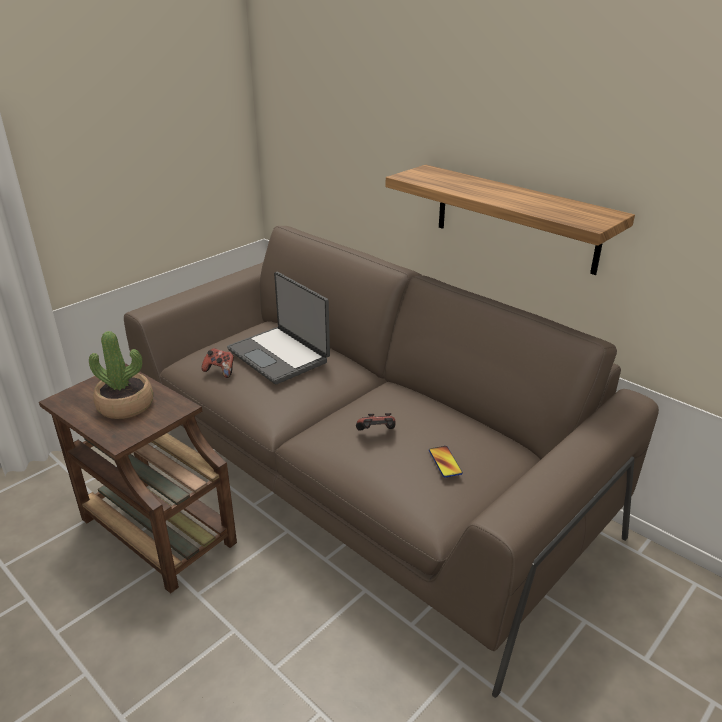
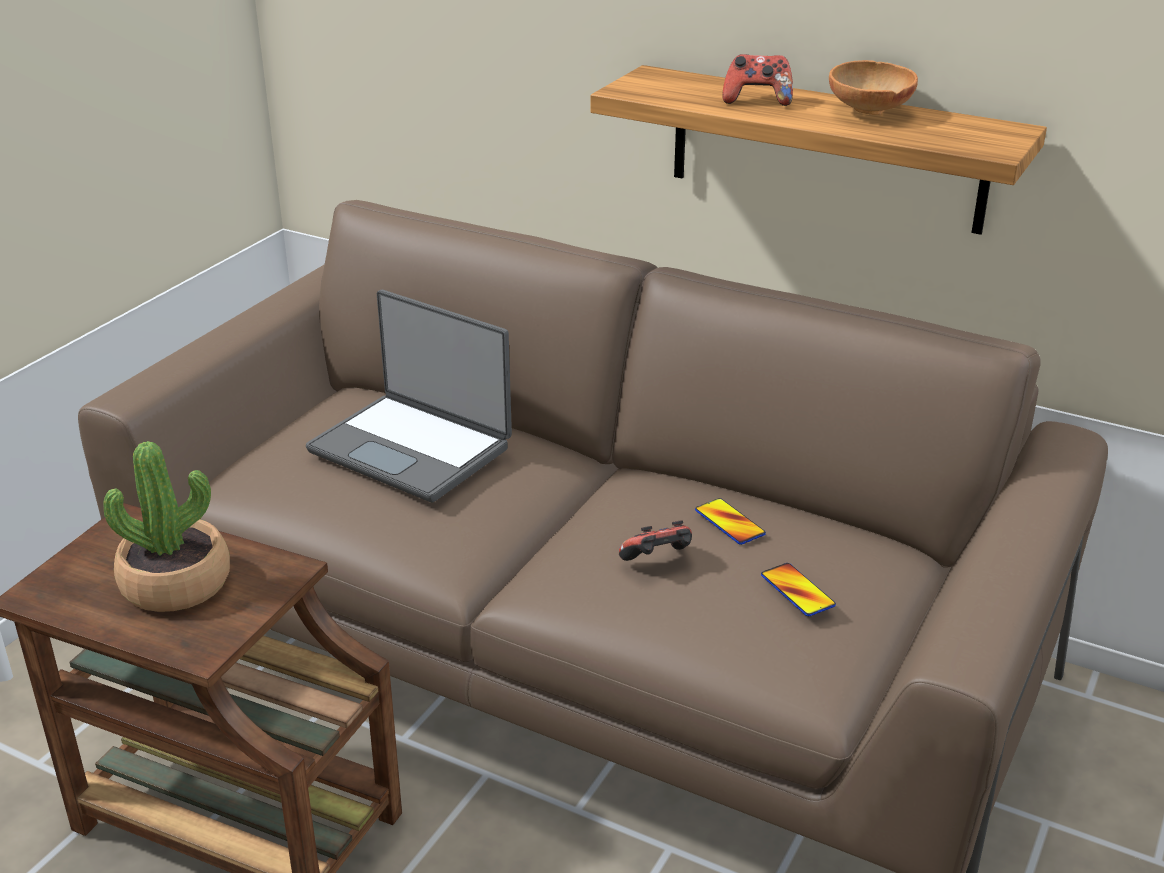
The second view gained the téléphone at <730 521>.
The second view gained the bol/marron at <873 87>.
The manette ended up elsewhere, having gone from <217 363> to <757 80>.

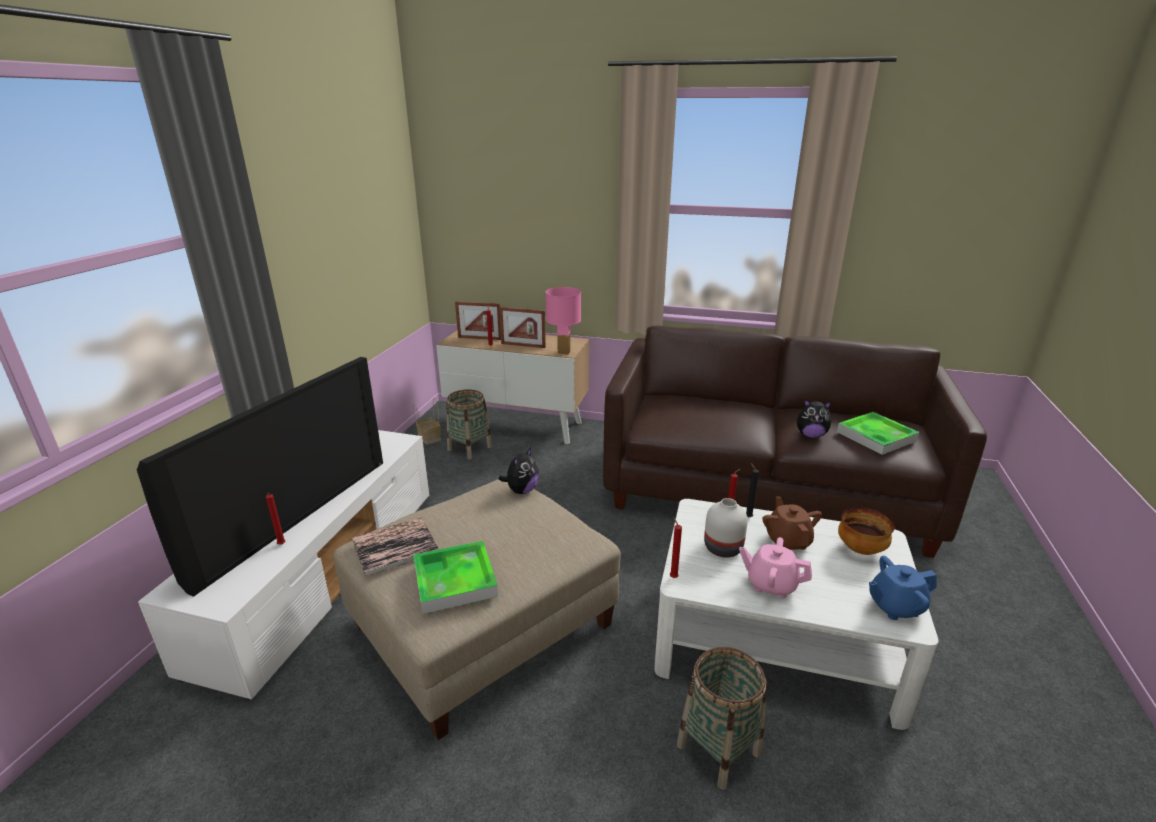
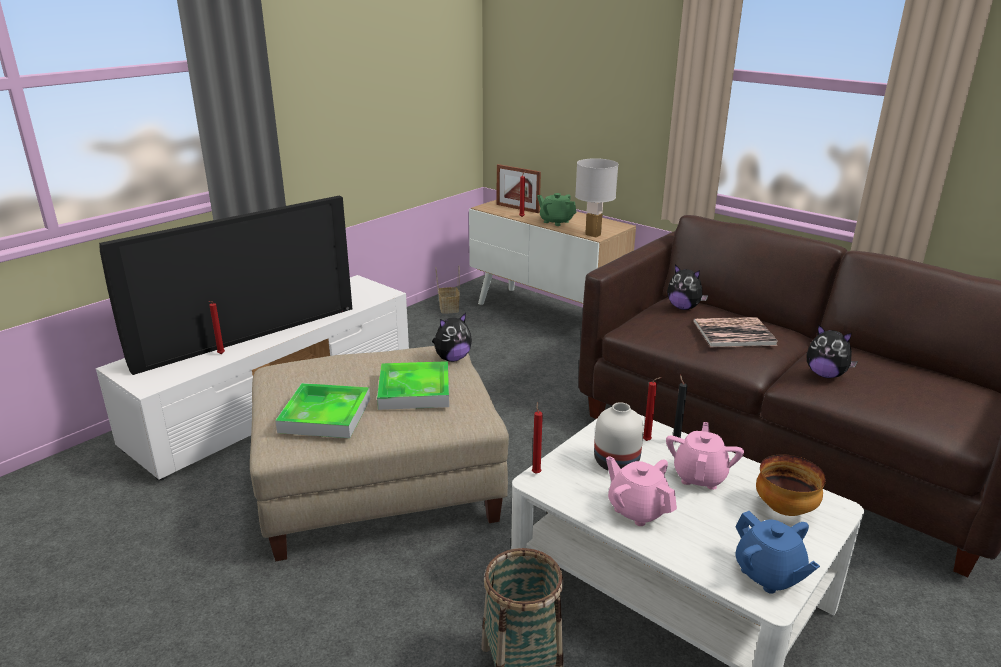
The second view lost the panier at <469 424>.
The second view gained the peluche at <687 287>.
The livre ended up elsewhere, having gone from <395 547> to <735 332>.
The plateau ended up elsewhere, having gone from <878 433> to <413 385>.
Where the cadre photo stood at <522 327>, the théière/vert came to stand at <557 209>.
What was the lampe de table/rose at <563 321> turned into the lampe de table/blanc at <596 197>.
What was the théière/marron at <792 523> turned into the théière/rose at <705 456>.
The théière/bleu at <903 588> ended up facing another way, 135 degrees counterclockwise from before.

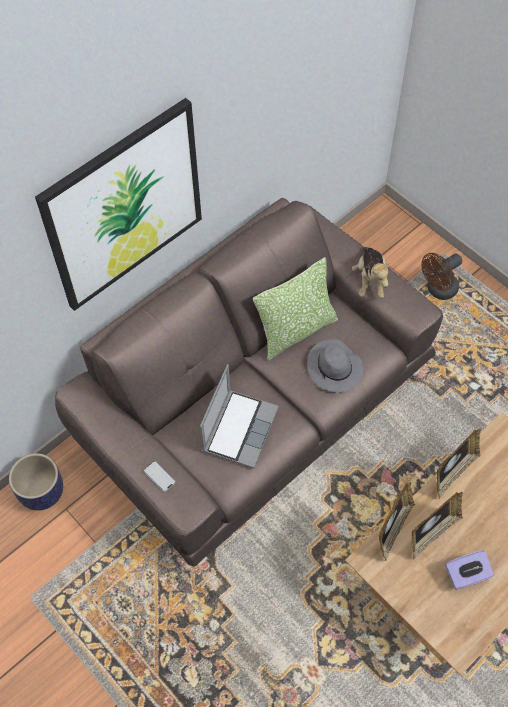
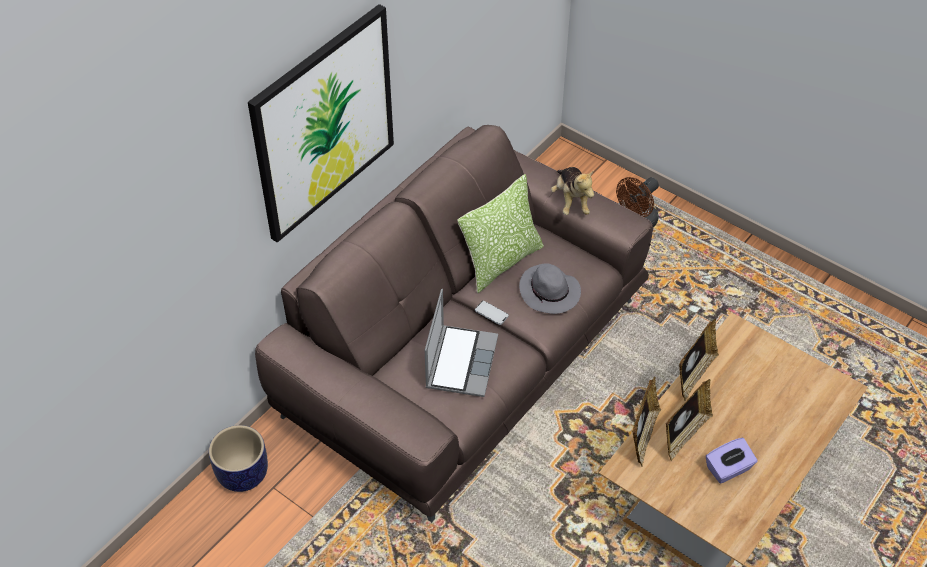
The téléphone ended up elsewhere, having gone from <159 476> to <492 313>.

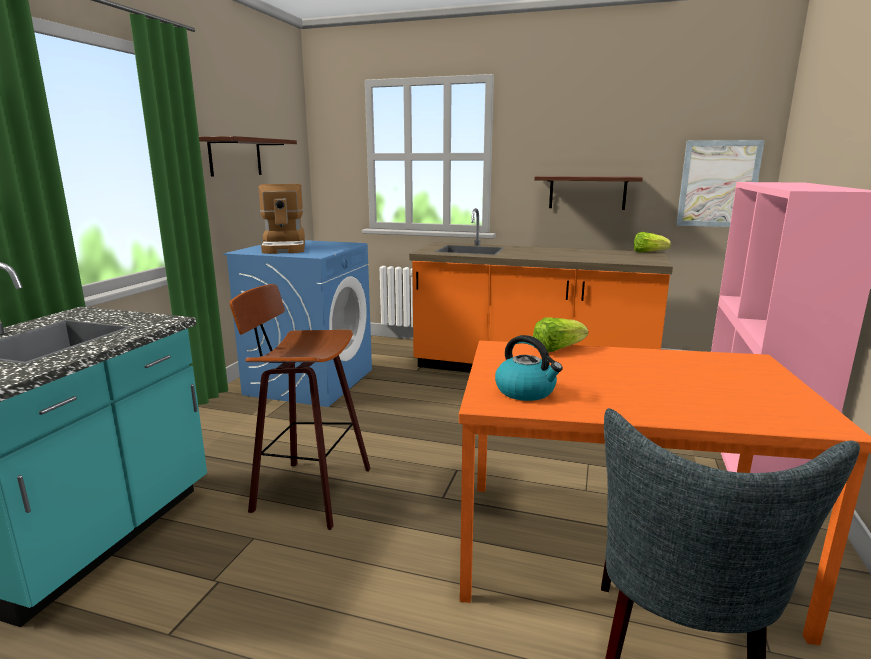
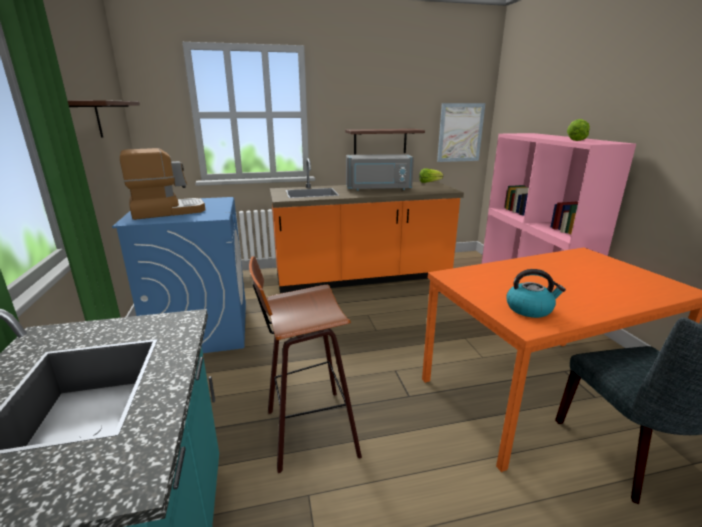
The second view gained the micro-ondes/gris at <380 172>.
The laitue ended up elsewhere, having gone from <560 334> to <578 130>.
The machine à café at <282 219> ended up facing another way, 75 degrees counterclockwise from before.

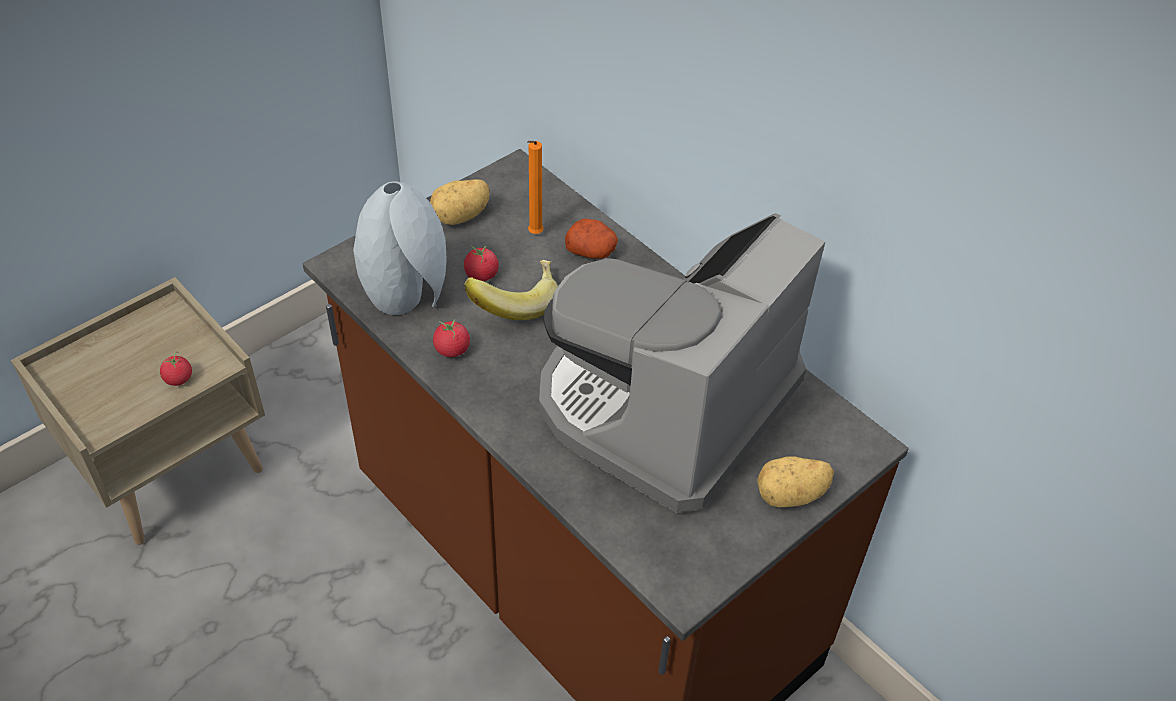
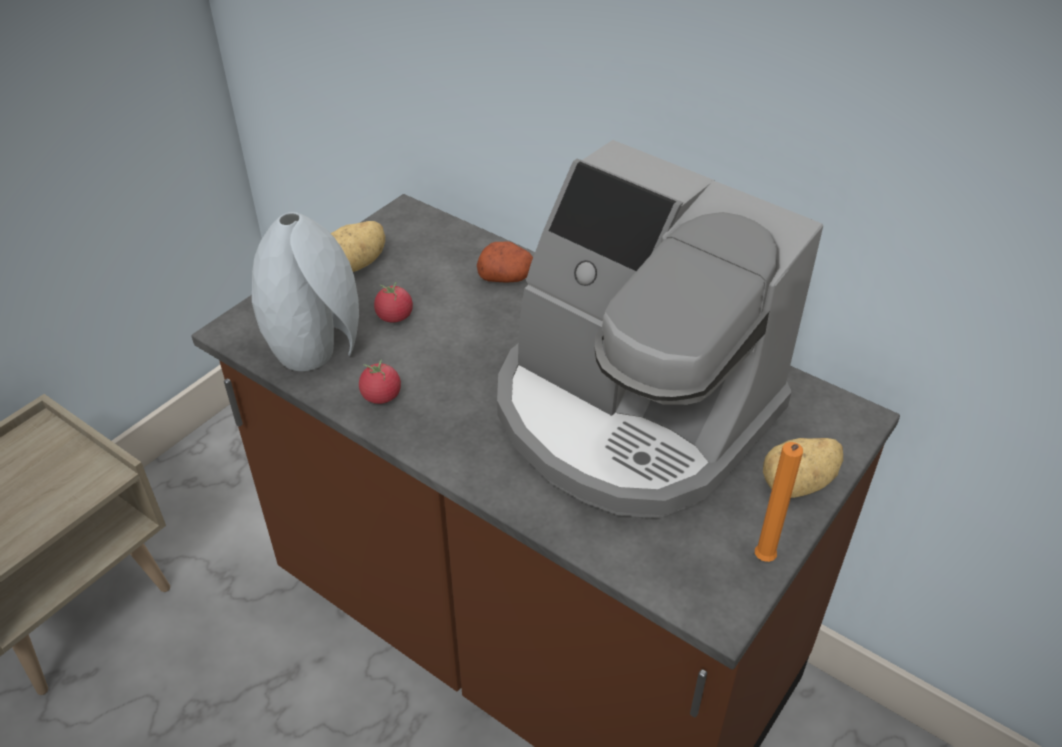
The second view lost the tomate at <176 369>.
The second view lost the banane at <511 290>.
The bougie/orange ended up elsewhere, having gone from <535 187> to <779 502>.
The machine à café at <682 363> ended up facing another way, 75 degrees counterclockwise from before.

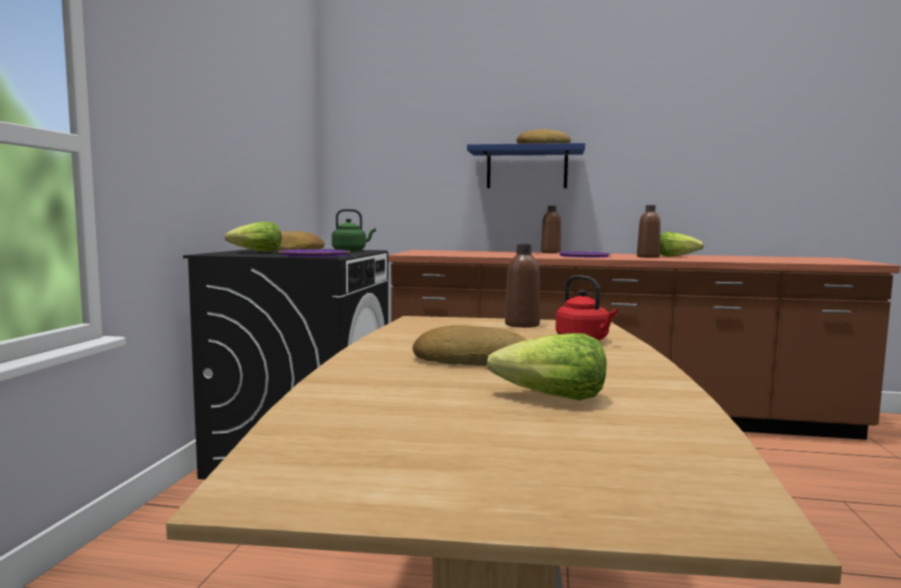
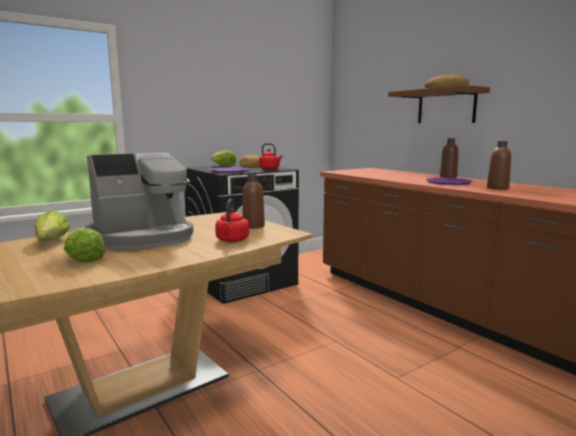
The laitue ended up elsewhere, having gone from <682 244> to <53 226>.
Where the pain stood at <469 345>, the machine à café came to stand at <139 201>.
What was the bouilloire/vert at <354 230> turned into the bouilloire/rouge at <271 156>.
What was the étagère/bleu at <526 165> turned into the étagère/marron at <439 104>.

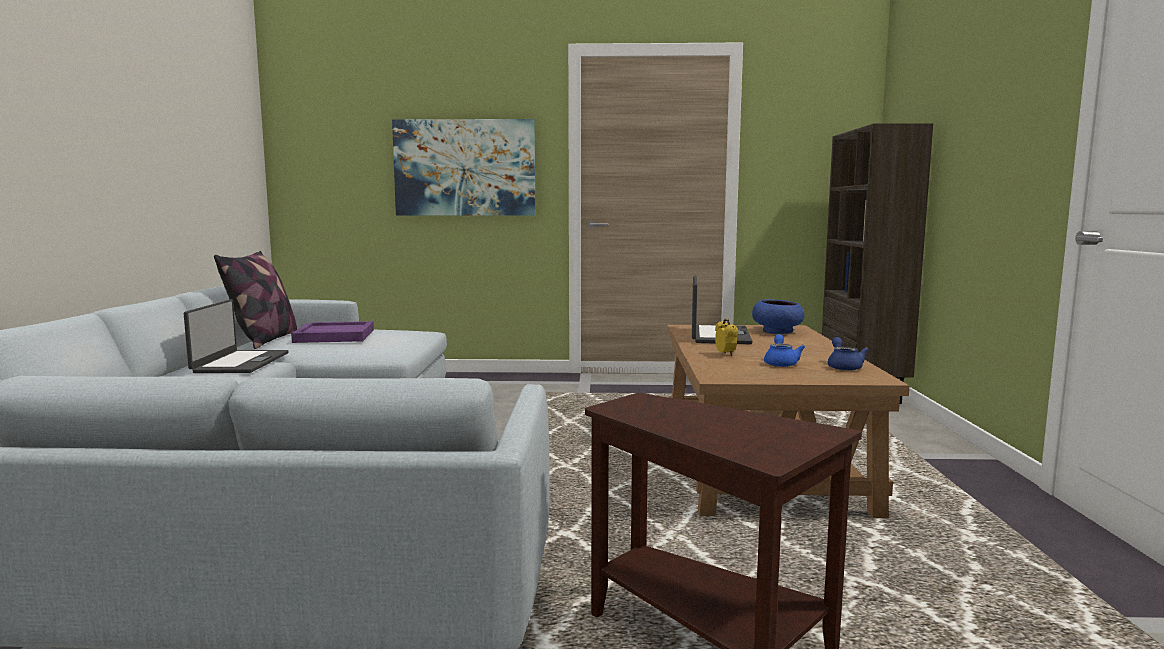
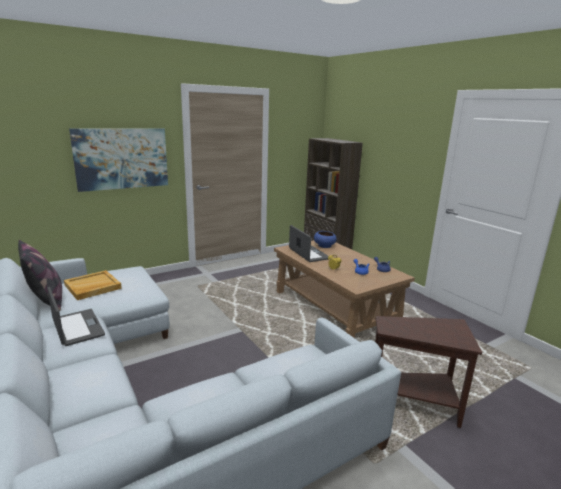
What was the plateau/violet at <332 332> turned into the plateau/beige at <93 285>.

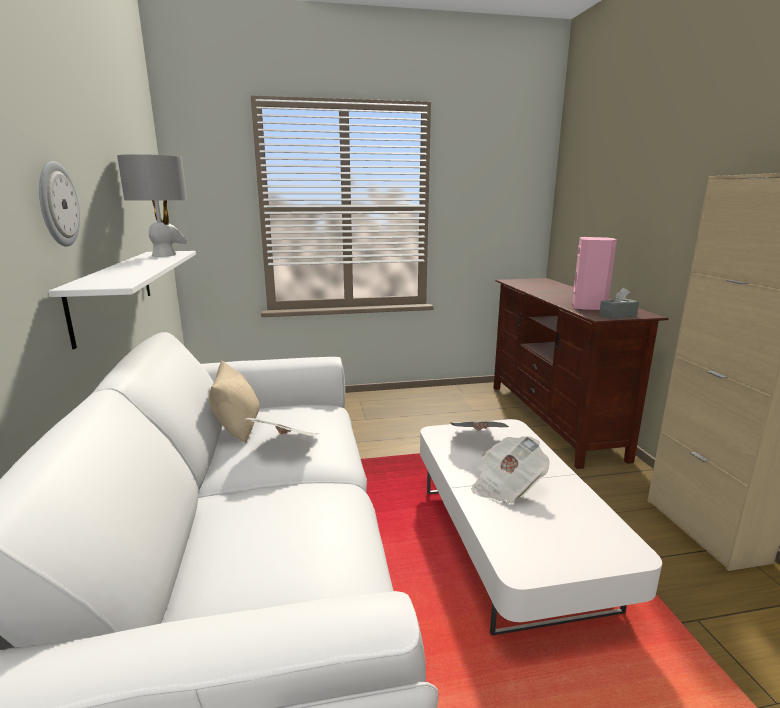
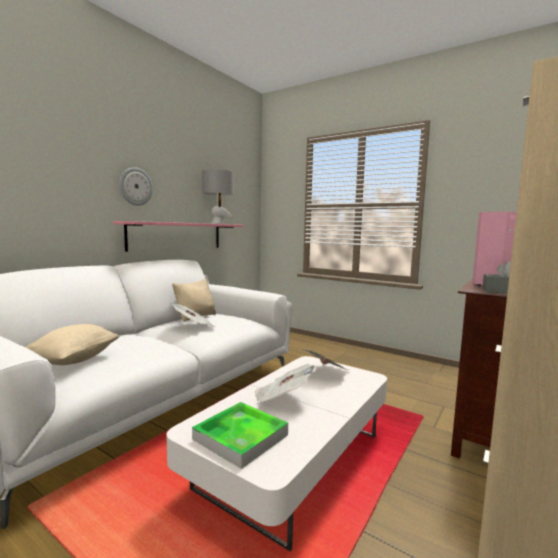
The second view gained the coussin/beige at <72 344>.
The second view gained the plateau at <240 435>.
What was the étagère/blanc at <122 300> turned into the étagère/rose at <178 236>.

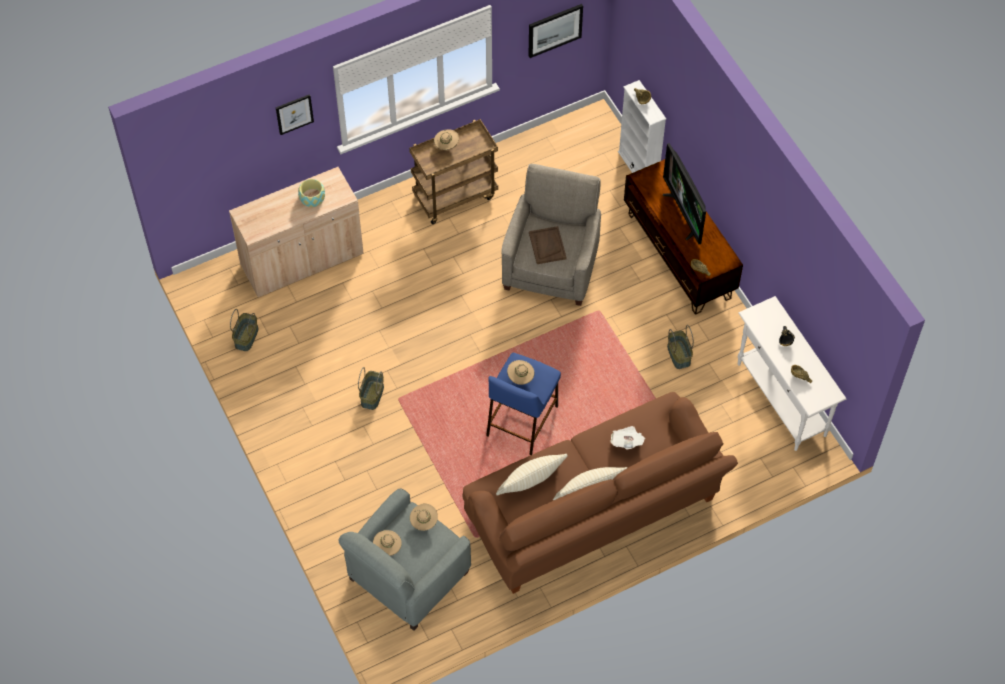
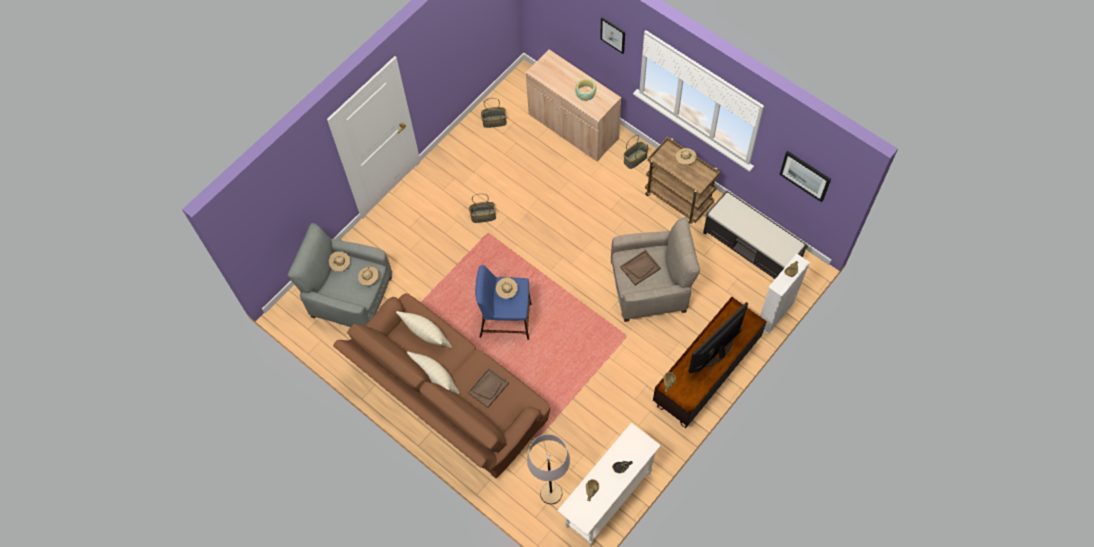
The second view gained the lampadaire/gris at <548 469>.
The second view gained the banc/noir at <755 235>.
The panier ended up elsewhere, having gone from <680 347> to <636 152>.
Where the journal stood at <627 437>, the plateau/marron came to stand at <488 387>.

